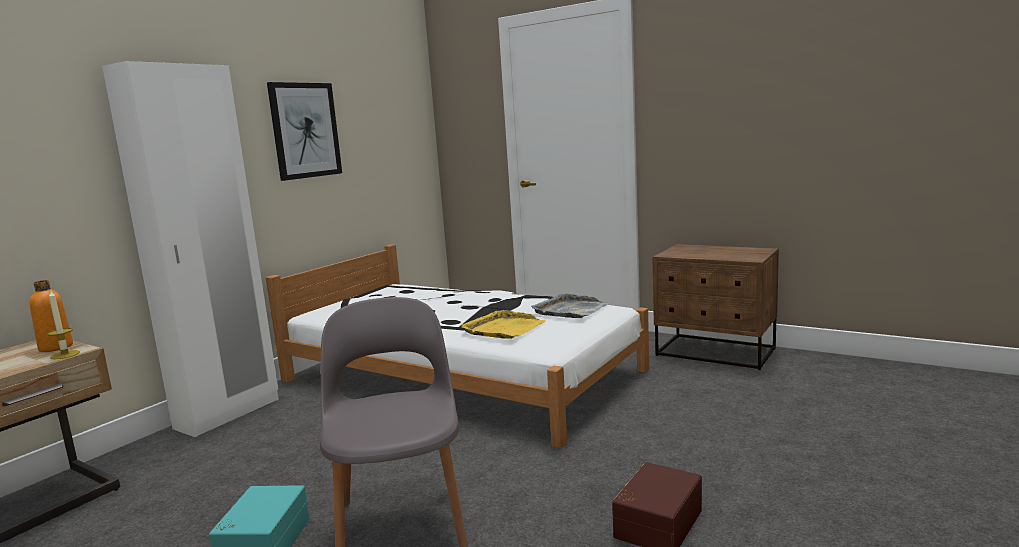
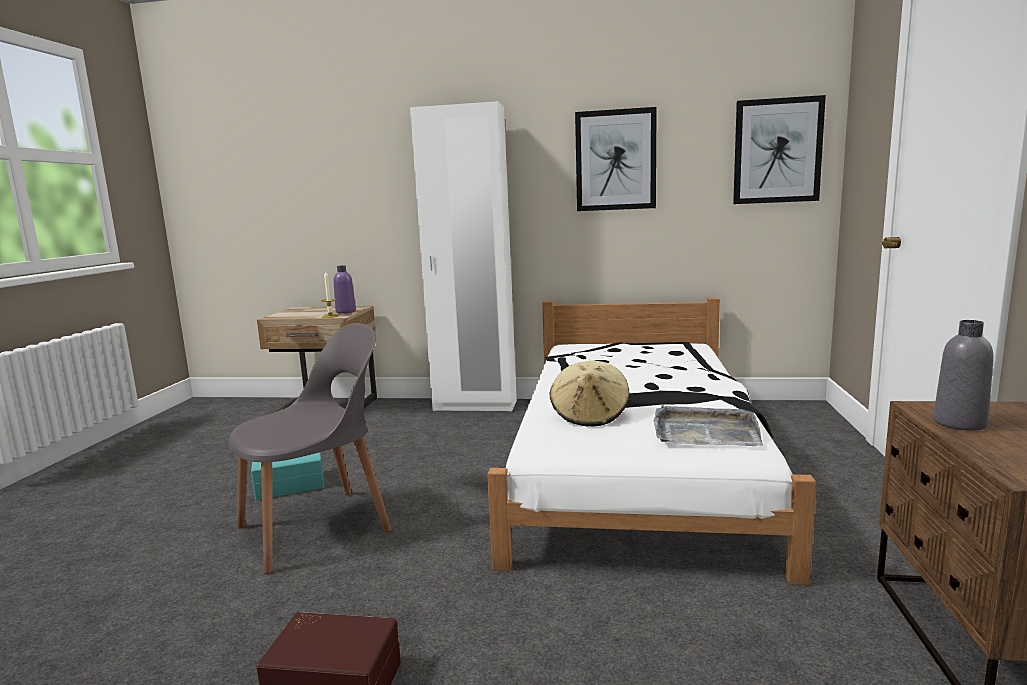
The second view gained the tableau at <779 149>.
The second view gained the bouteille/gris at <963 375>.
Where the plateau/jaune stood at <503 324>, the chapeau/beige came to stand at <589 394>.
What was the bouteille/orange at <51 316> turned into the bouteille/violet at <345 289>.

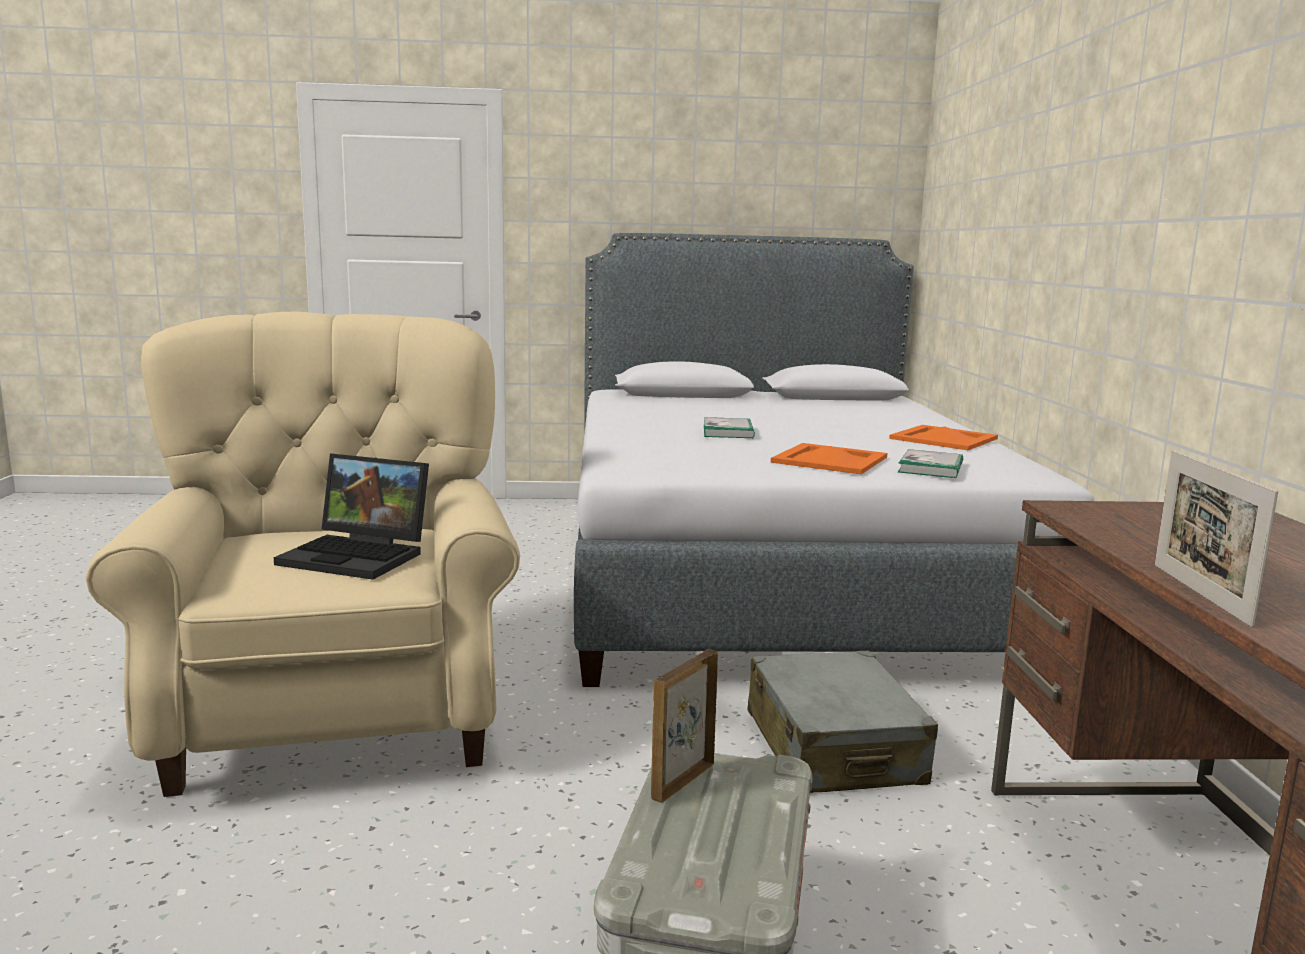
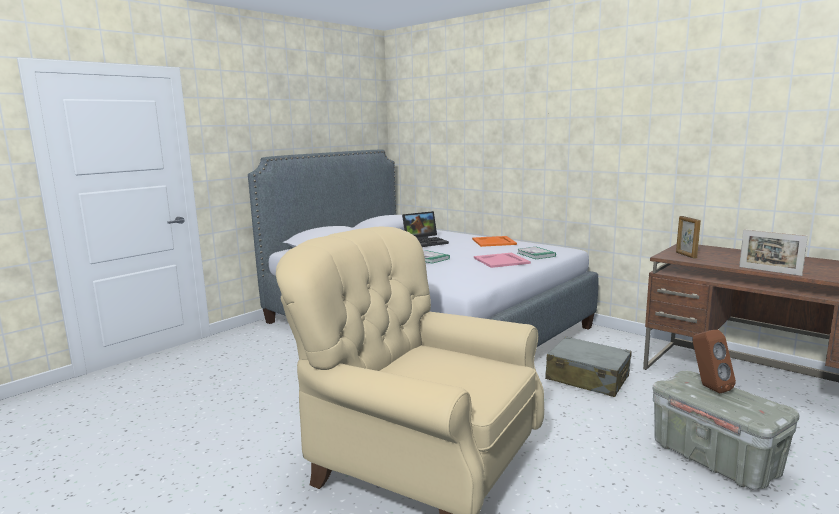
The second view gained the enceinte/marron at <714 362>.
The ordinateur portable ended up elsewhere, having gone from <351 516> to <425 229>.
The cadre photo ended up elsewhere, having gone from <684 726> to <688 237>.
What was the plateau/orange at <829 458> turned into the plateau/rose at <502 260>.

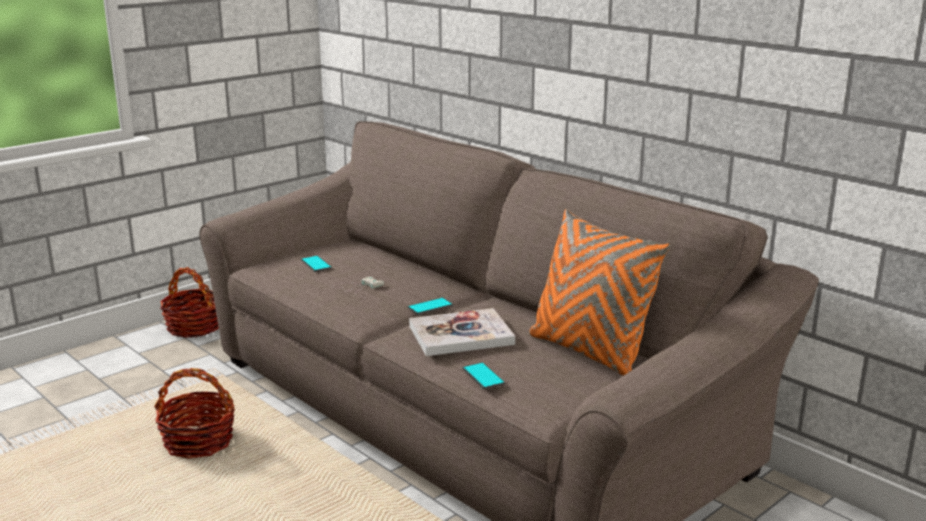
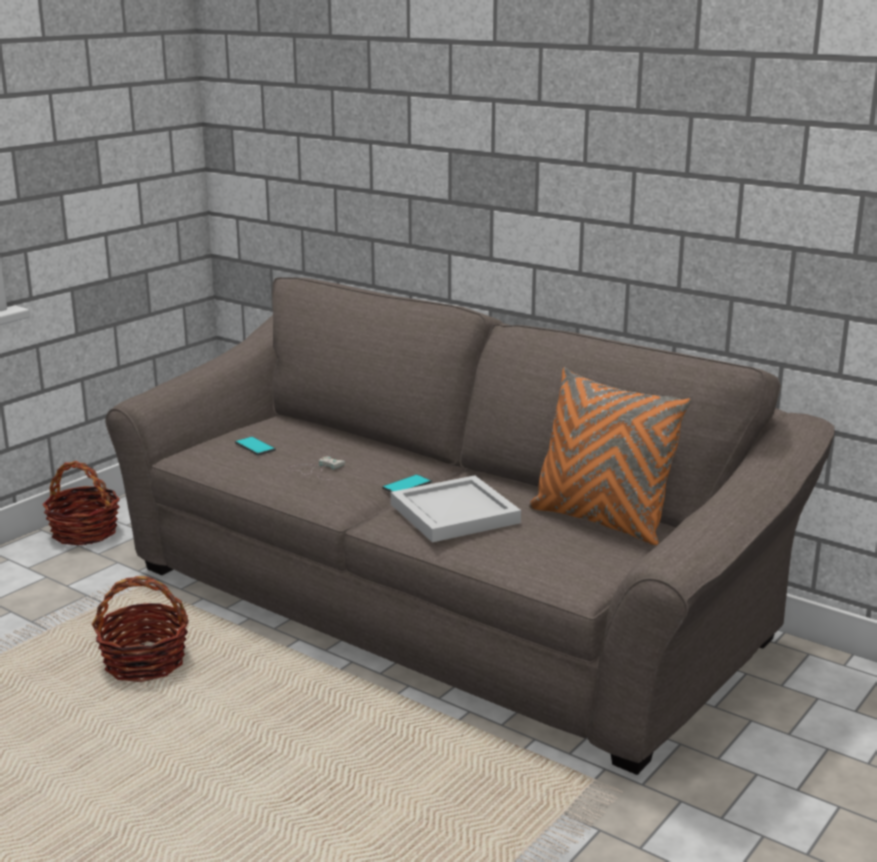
The second view lost the téléphone at <483 376>.
Where the livre stood at <462 332>, the plateau/blanc came to stand at <456 508>.

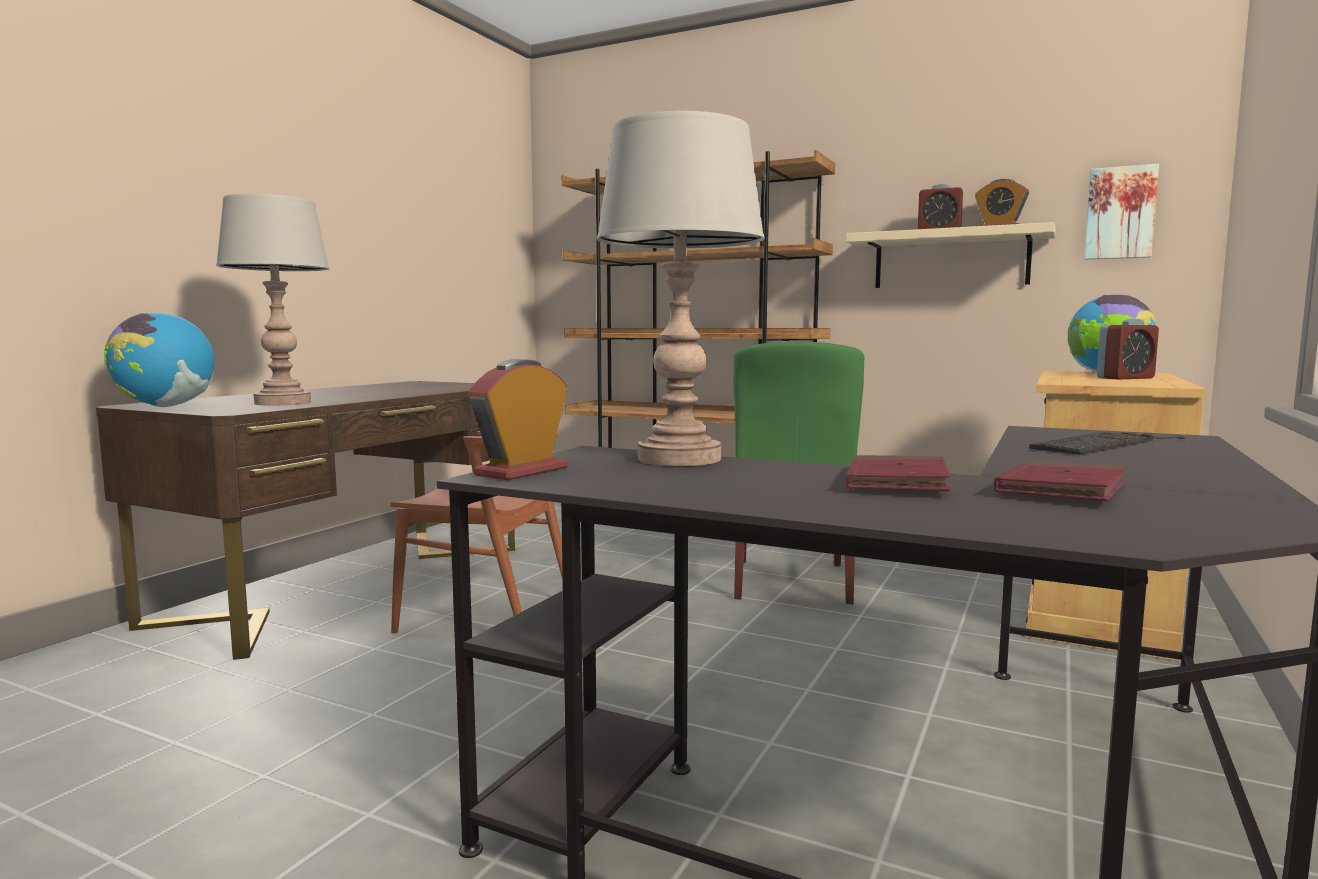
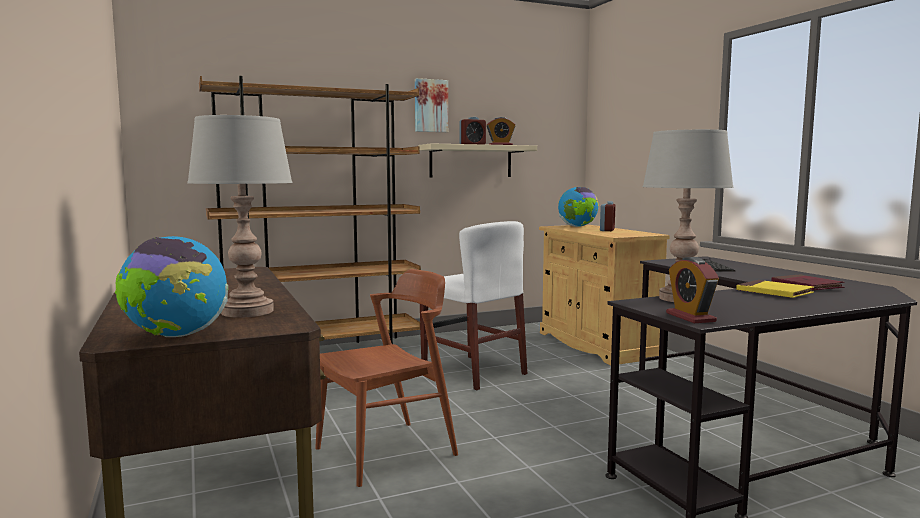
The tableau ended up elsewhere, having gone from <1121 211> to <431 105>.
What was the chaise/vert at <798 473> turned into the chaise/blanc at <473 305>.
What was the livre/rouge at <898 473> turned into the livre/jaune at <775 289>.

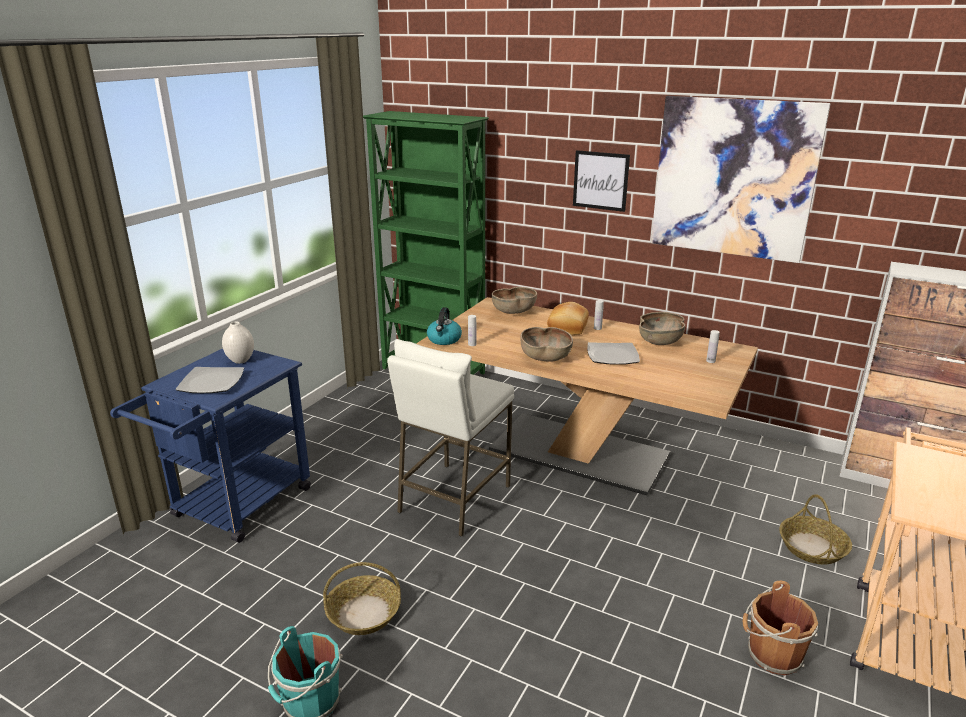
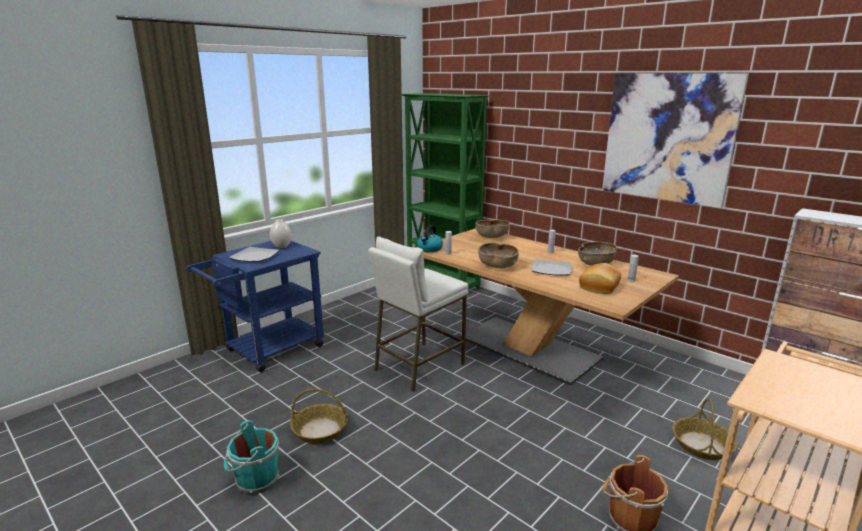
The second view lost the tableau at <601 181>.
The pain ended up elsewhere, having gone from <568 318> to <600 278>.

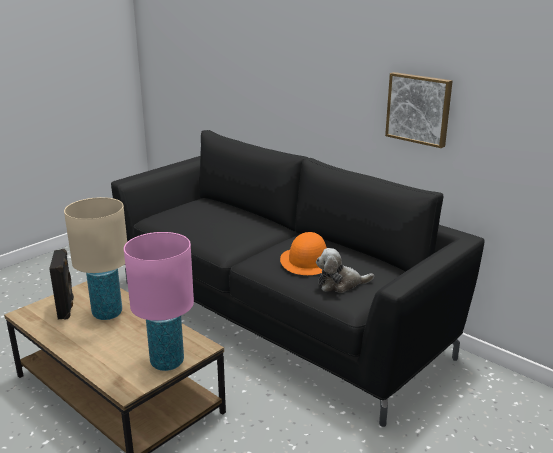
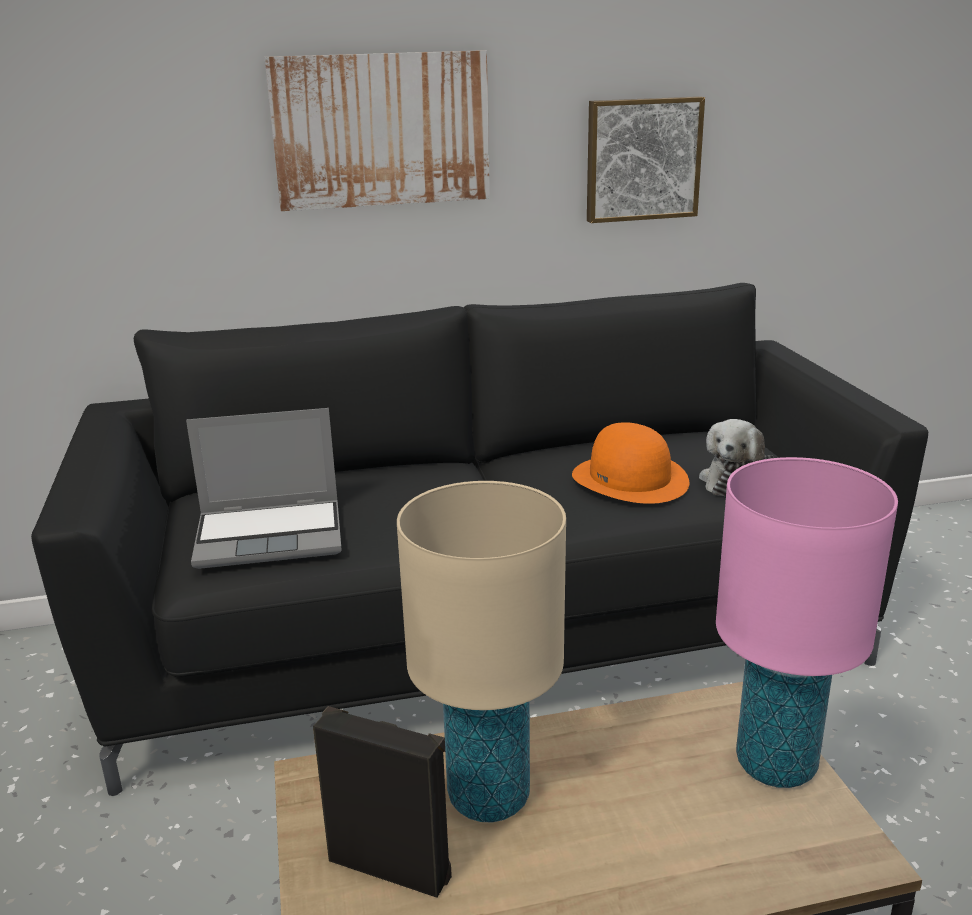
The second view gained the ordinateur portable at <264 488>.
The second view gained the tableau at <377 130>.

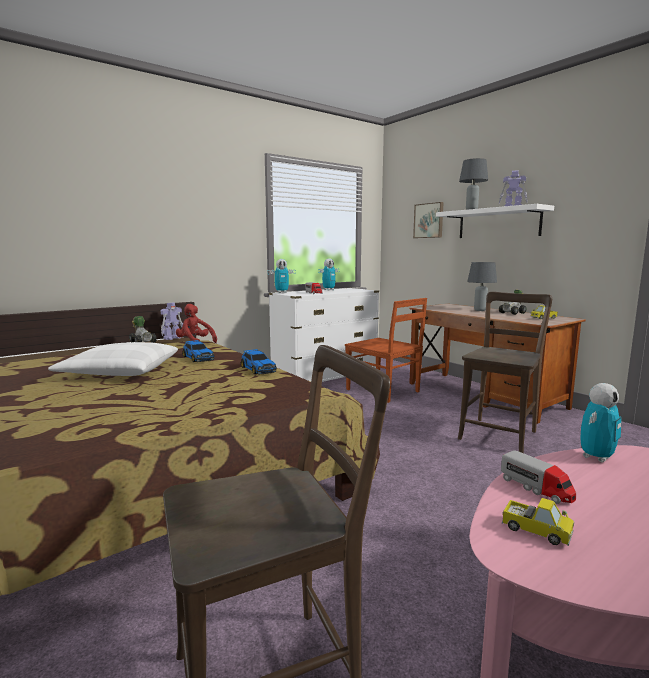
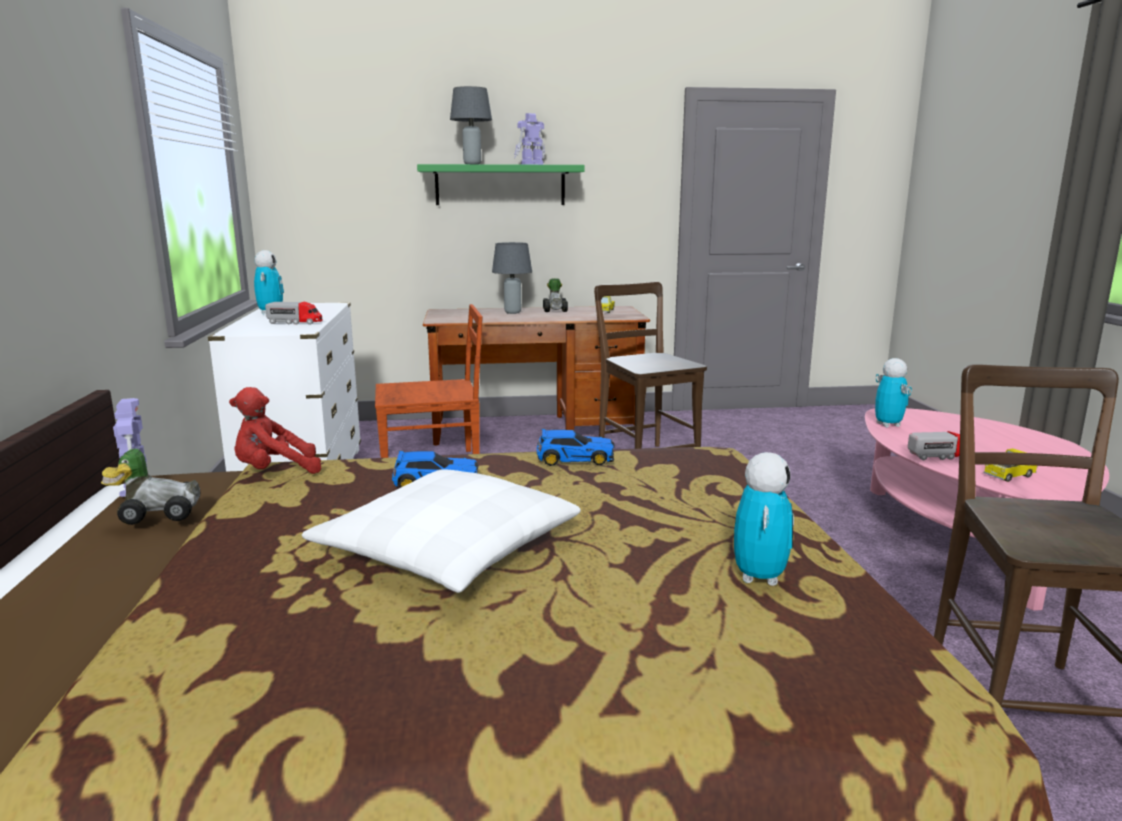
The second view lost the tableau at <428 220>.
The robot jouet ended up elsewhere, having gone from <281 276> to <764 519>.
What was the étagère/blanc at <495 221> turned into the étagère/vert at <501 184>.

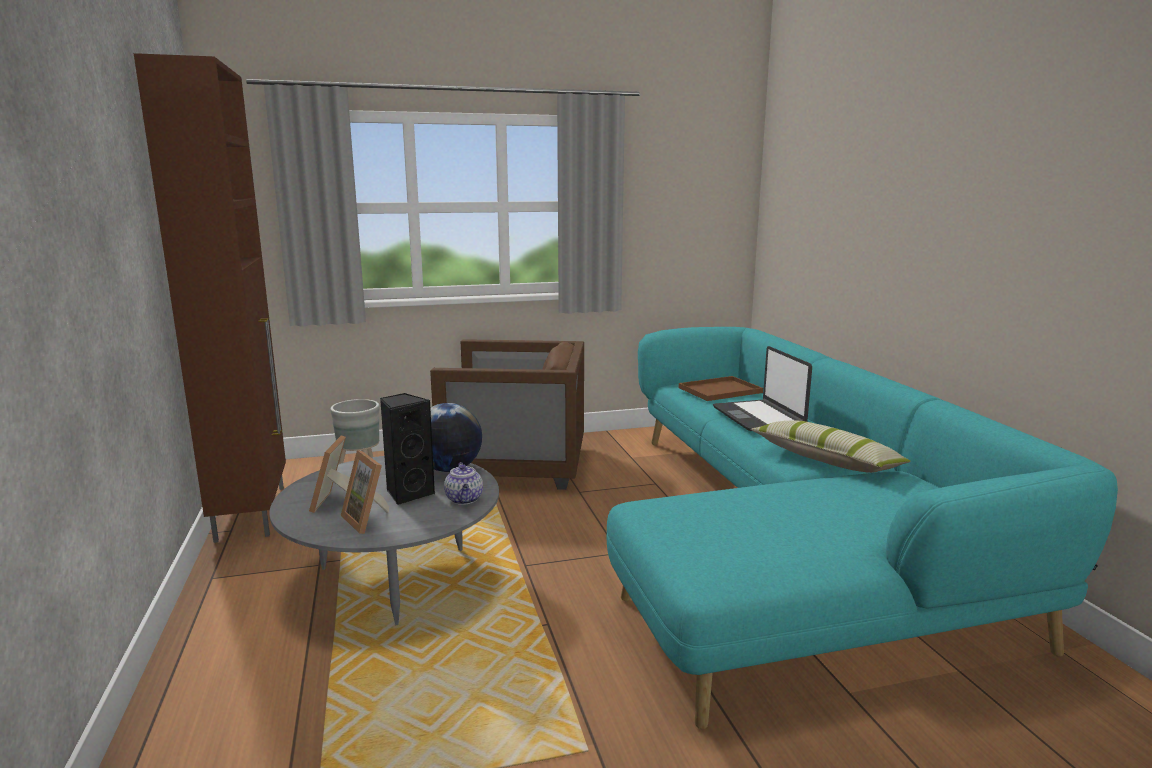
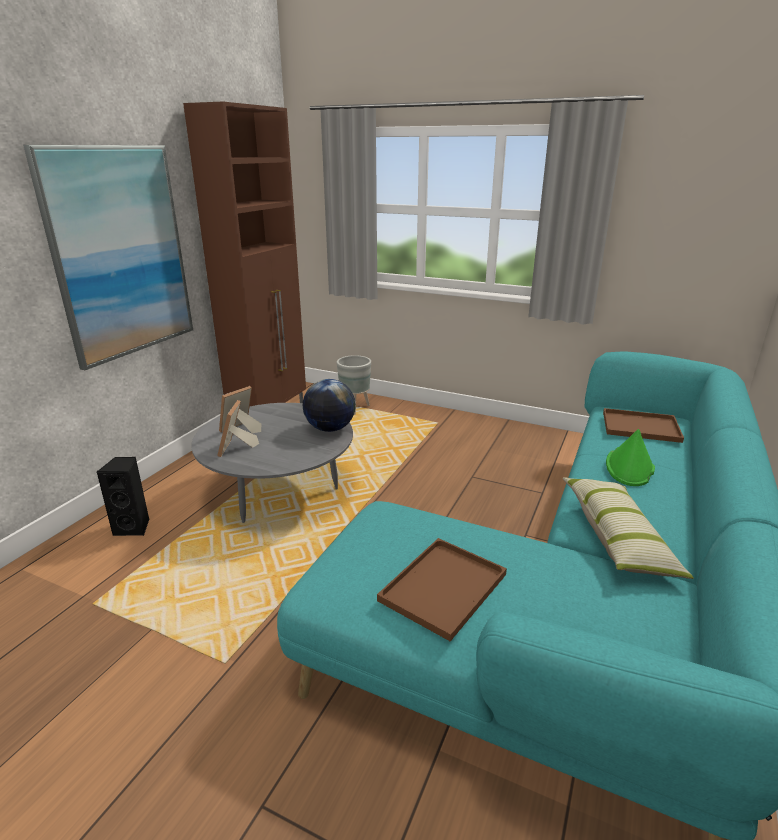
The second view lost the fauteuil/marron at <507 414>.
The second view lost the théière at <463 483>.
The second view gained the tableau at <108 257>.
The second view gained the plateau/marron at <442 590>.
The enceinte/noir ended up elsewhere, having gone from <407 449> to <122 496>.
Where the ordinateur portable stood at <762 388>, the chapeau/vert came to stand at <630 457>.

